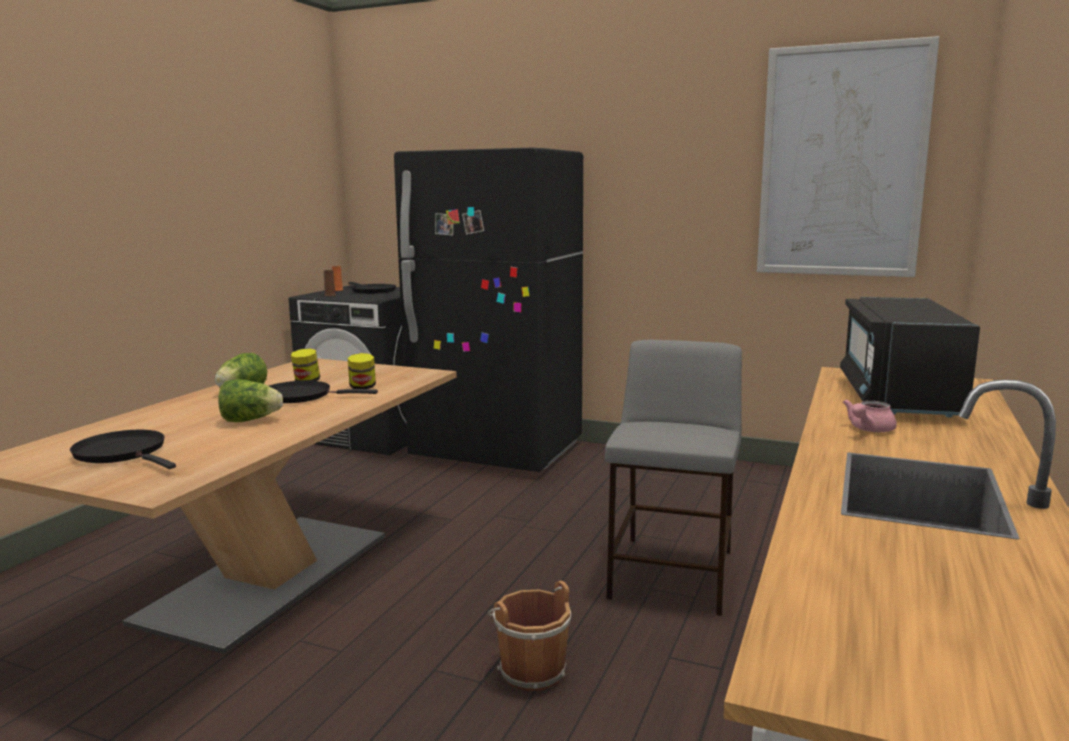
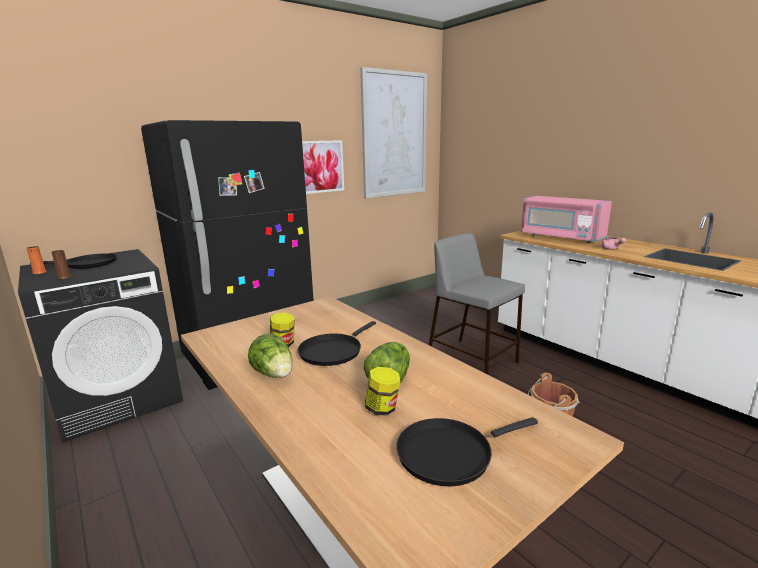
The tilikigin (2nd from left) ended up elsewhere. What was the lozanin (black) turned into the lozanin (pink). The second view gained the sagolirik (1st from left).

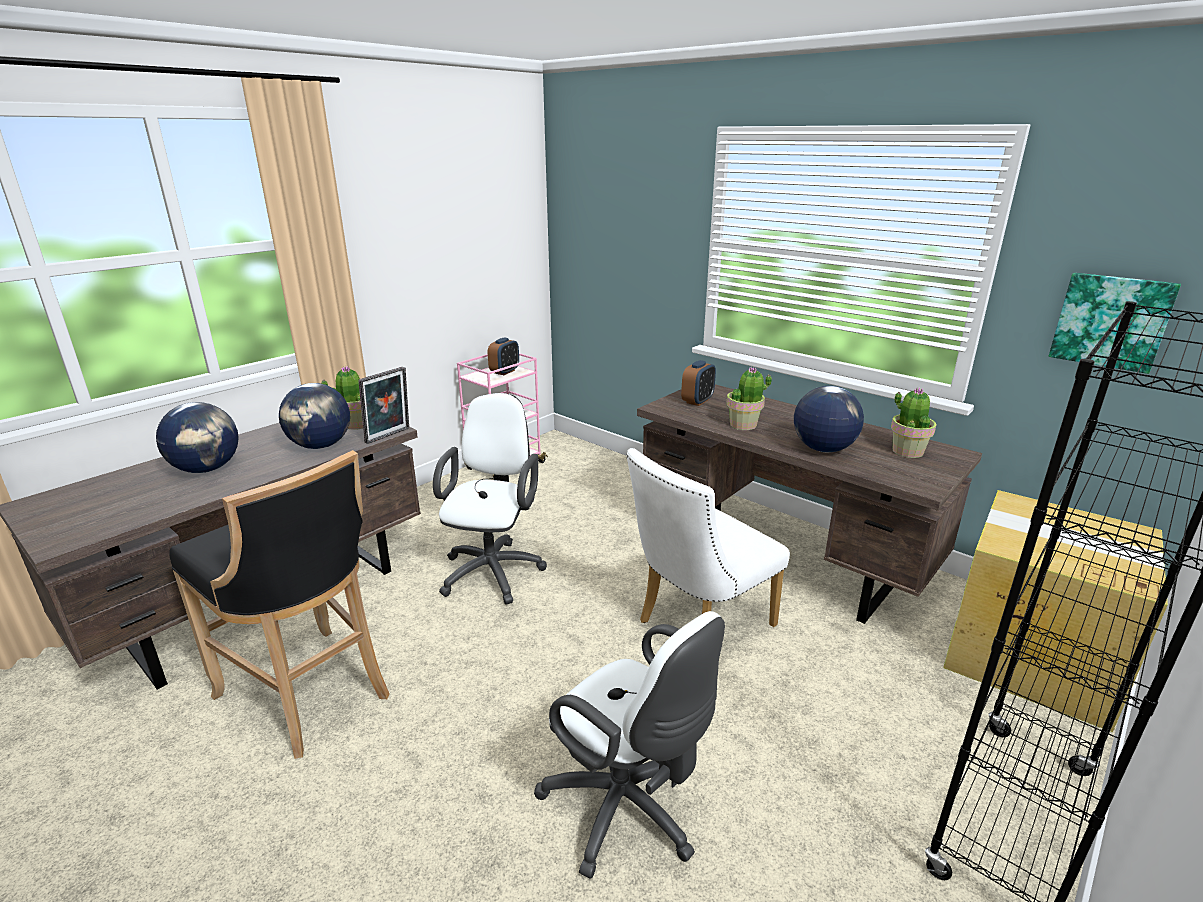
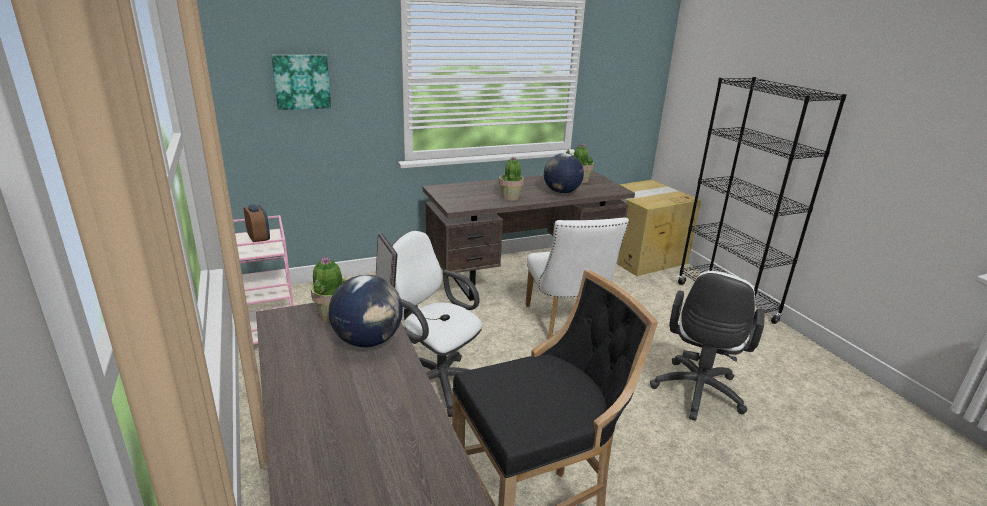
The second view lost the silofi (1st from left). The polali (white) (2nd from left) ended up facing another way, 135 degrees clockwise from before. The second view lost the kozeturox (2nd from left). The sagolirik ended up elsewhere.

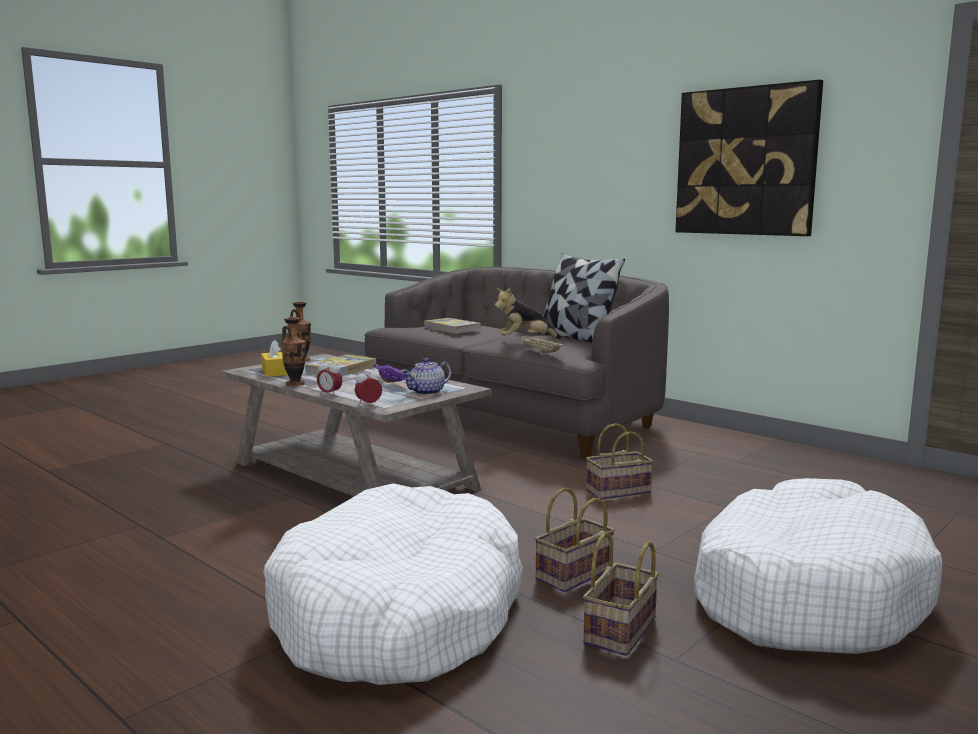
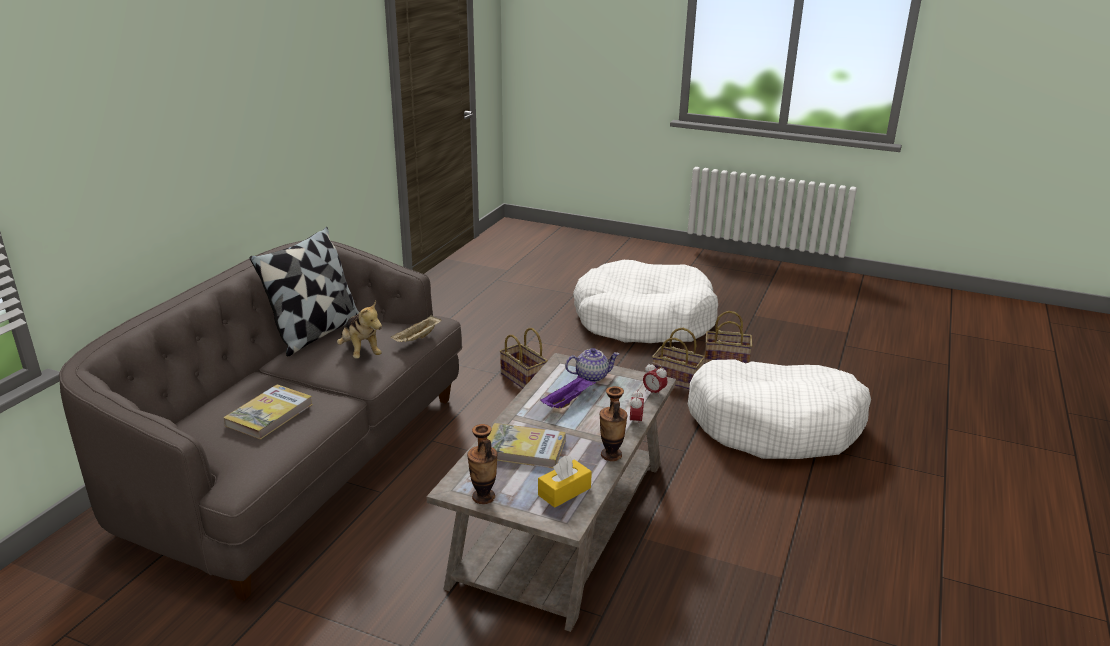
The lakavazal ended up facing another way, 45 degrees counterclockwise from before. The second view lost the sagolirik.

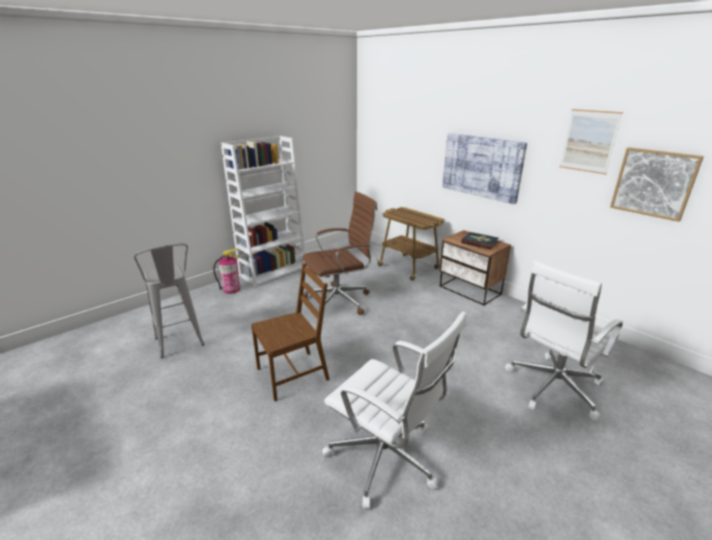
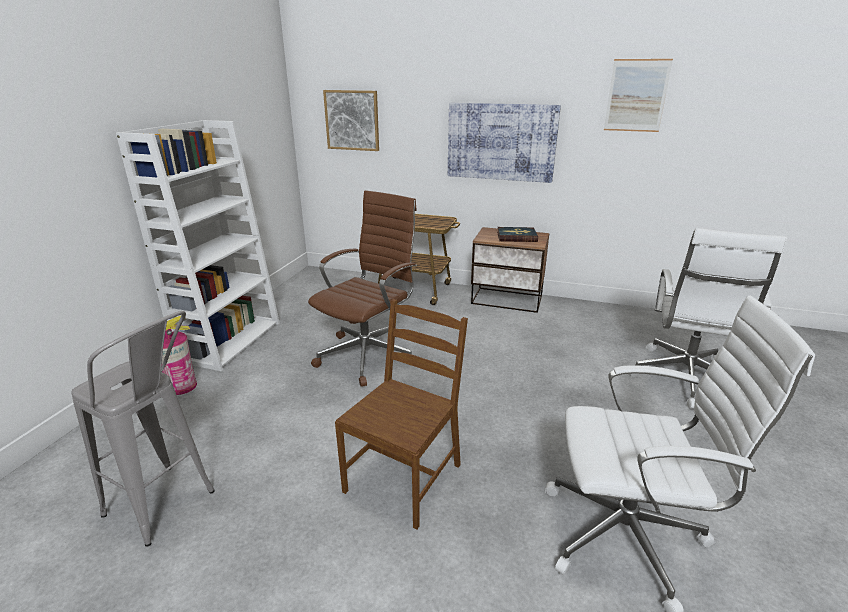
The sagolirik (3rd from left in the first image) ended up elsewhere.

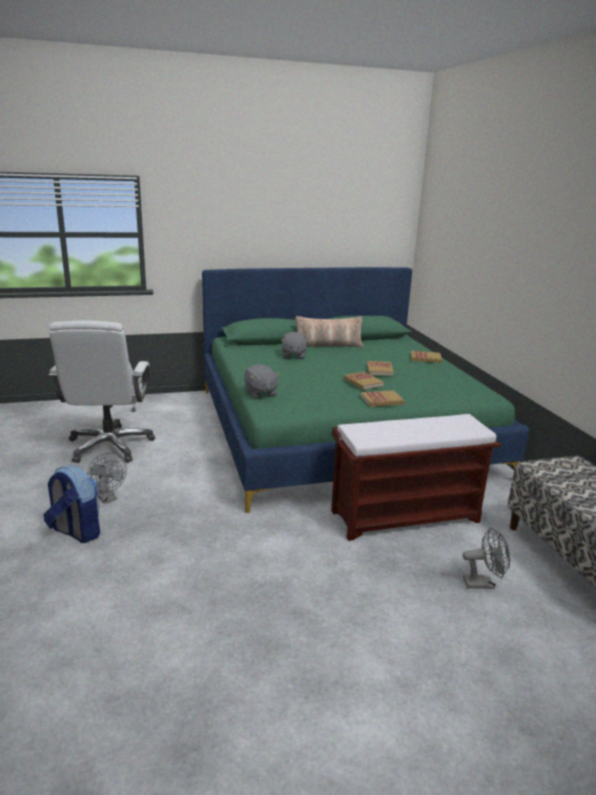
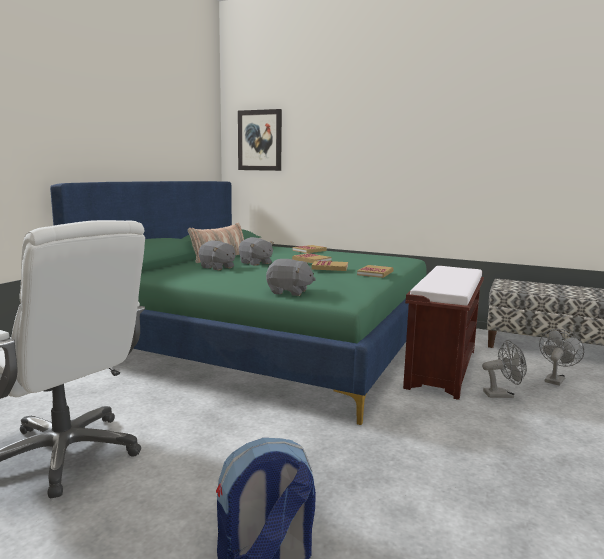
The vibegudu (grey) (1st from left) ended up elsewhere. The second view gained the sagolirik. The second view gained the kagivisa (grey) (2nd from left).

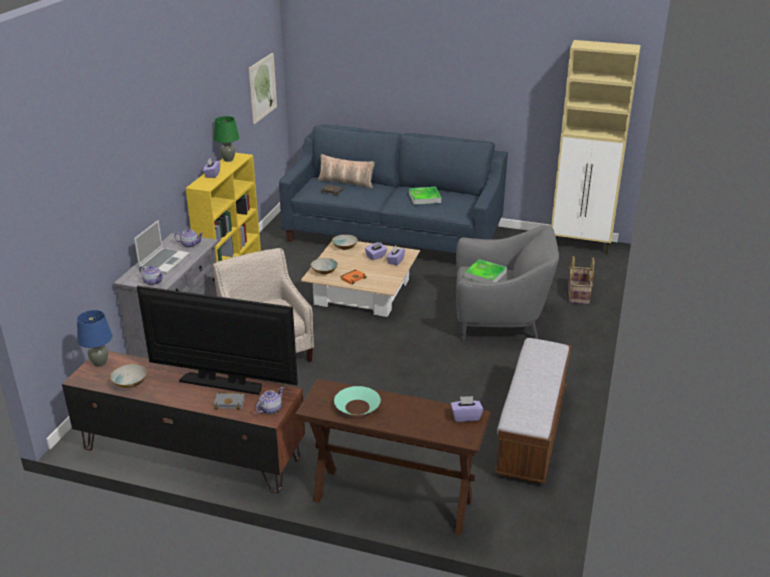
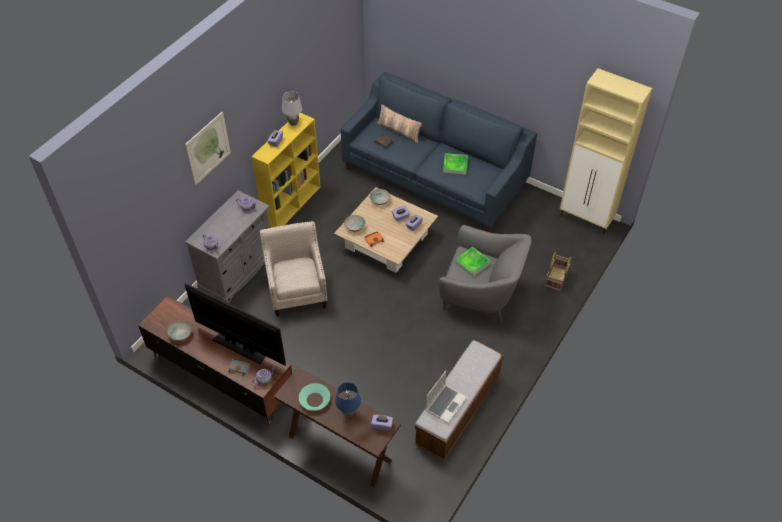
The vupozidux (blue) ended up elsewhere. The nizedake ended up elsewhere. What was the vupozidux (green) turned into the vupozidux (grey). The sagolirik ended up elsewhere.

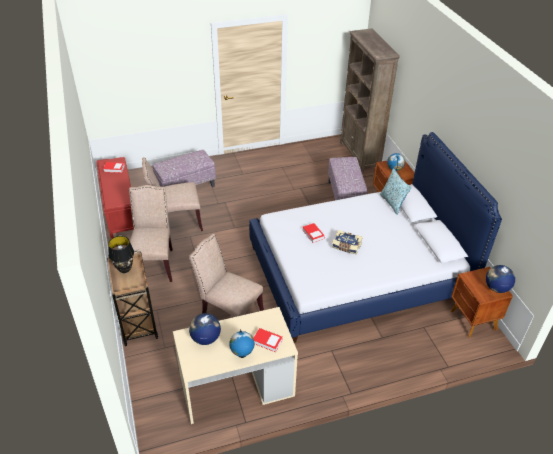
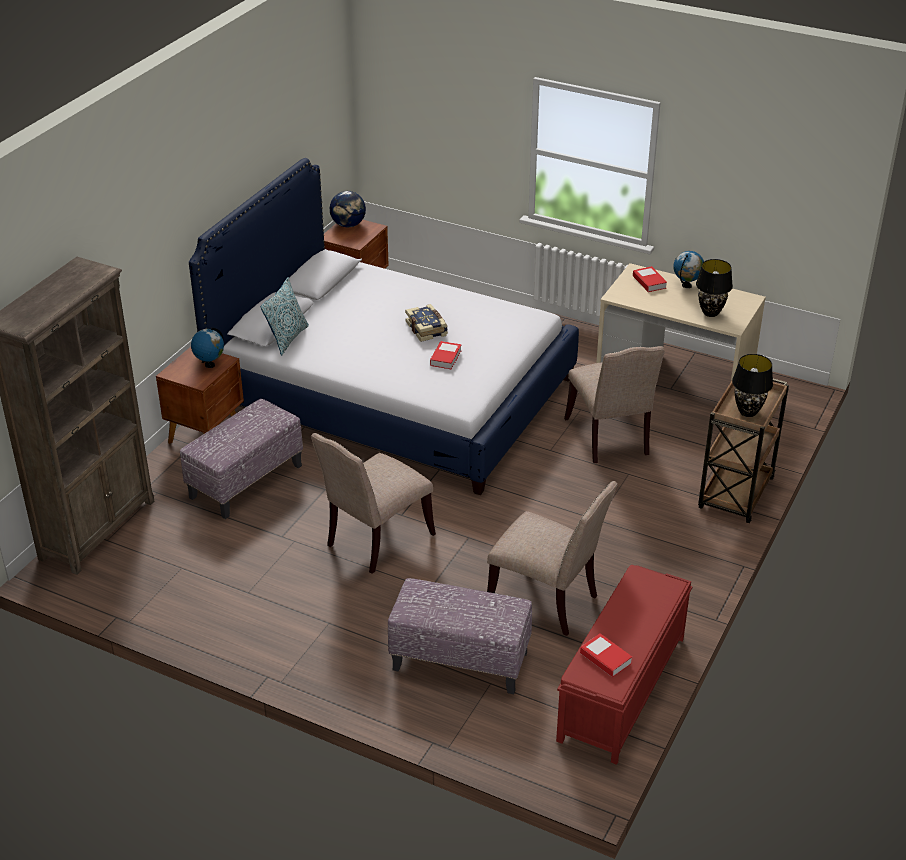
The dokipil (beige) (1st from left) ended up elsewhere. Where the silofi (1st from left) stood, the vupozidux (black) (1st from left) came to stand.

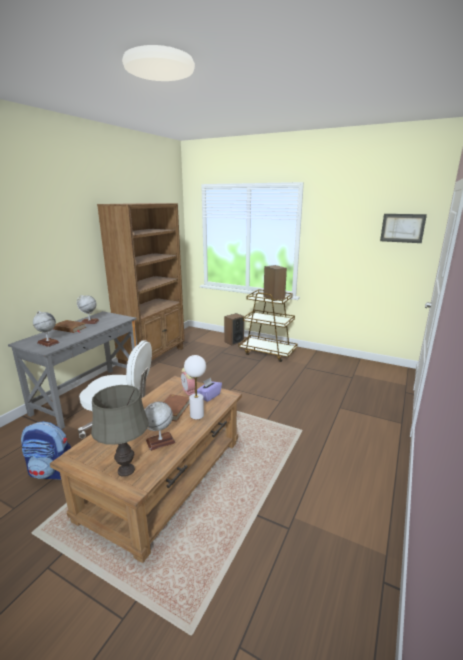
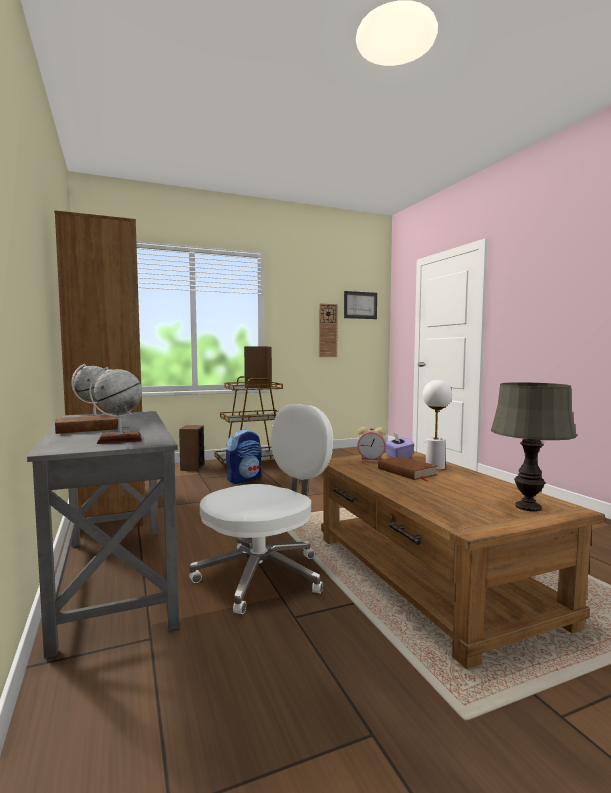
The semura ended up elsewhere. The second view lost the silofi (3rd from left). The second view gained the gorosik.

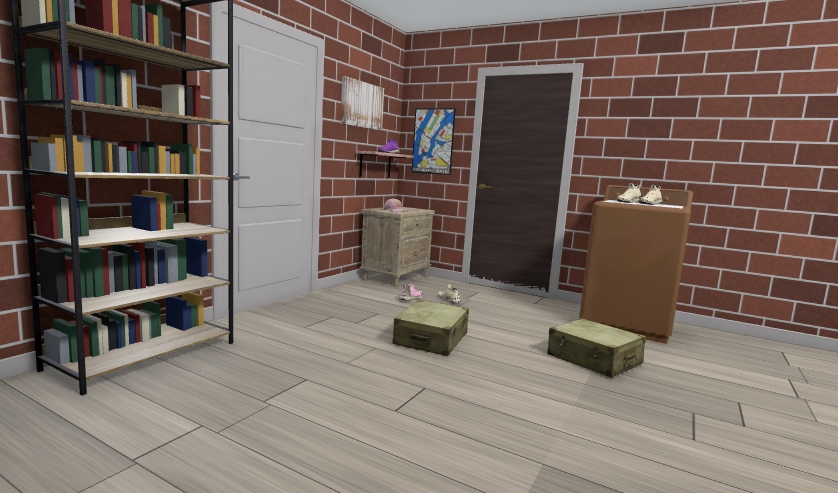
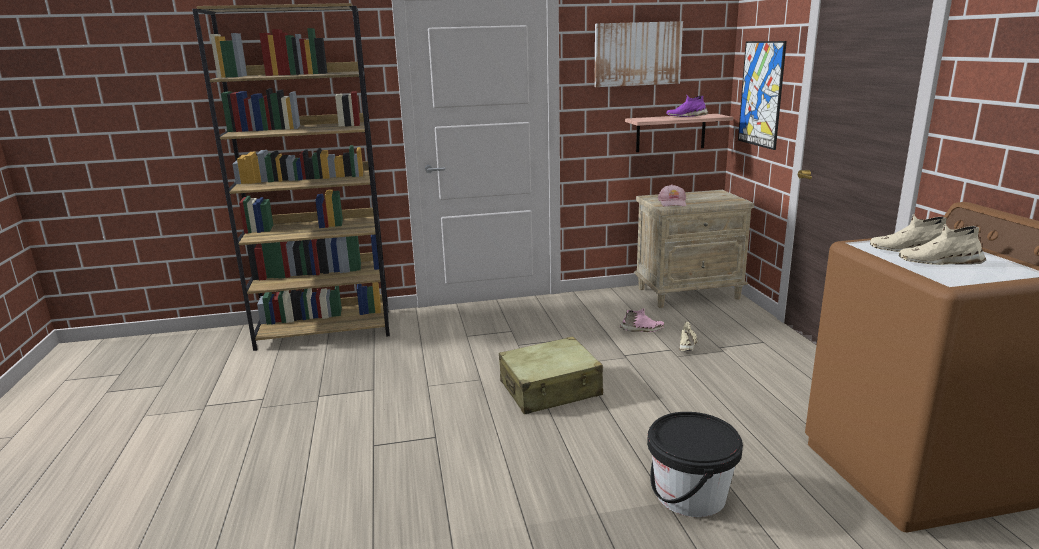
Where the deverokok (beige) (2nd from left) stood, the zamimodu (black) came to stand.

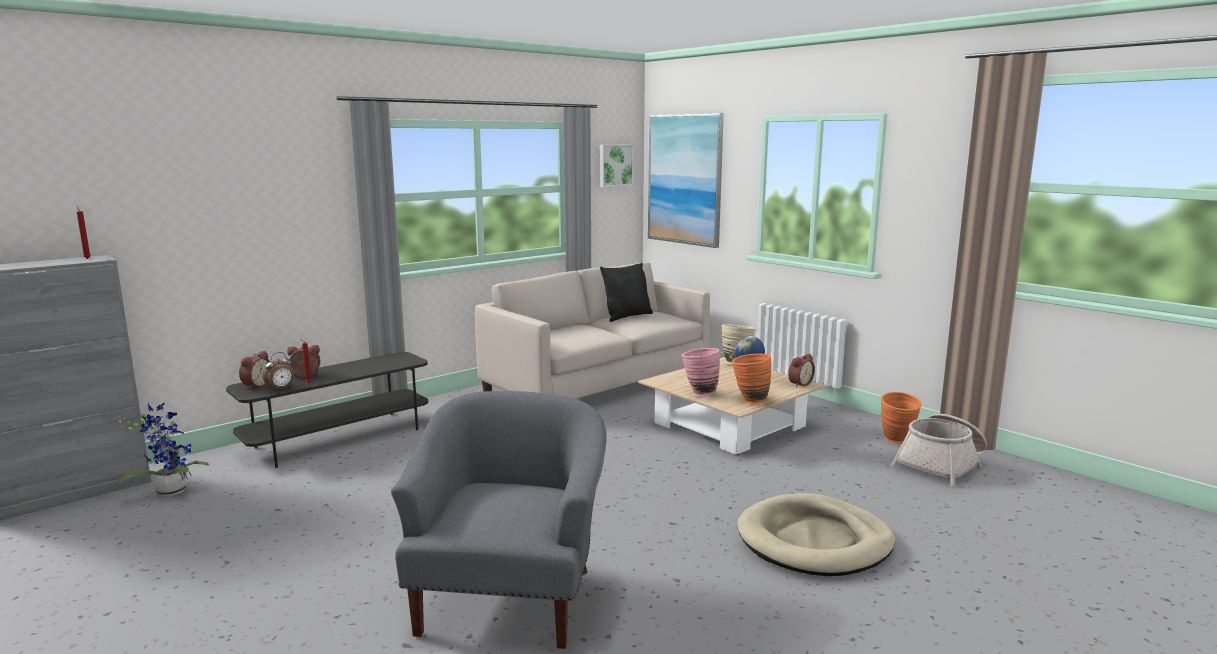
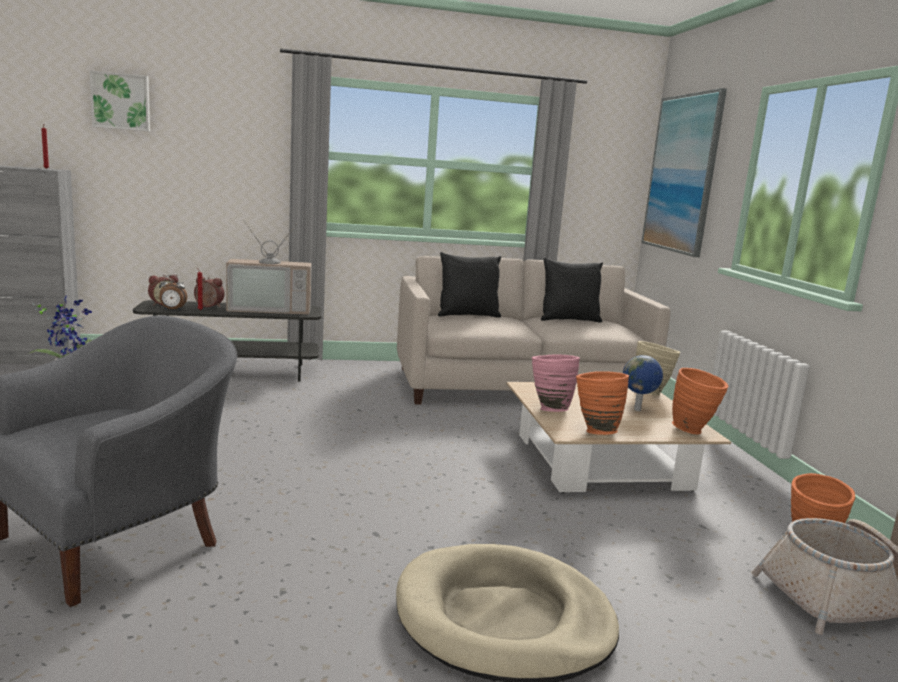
The sagolirik (1st from left) ended up elsewhere. Where the kozeturox (4th from left) stood, the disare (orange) (2nd from left) came to stand. The second view gained the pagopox. The second view gained the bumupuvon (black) (1st from left).

